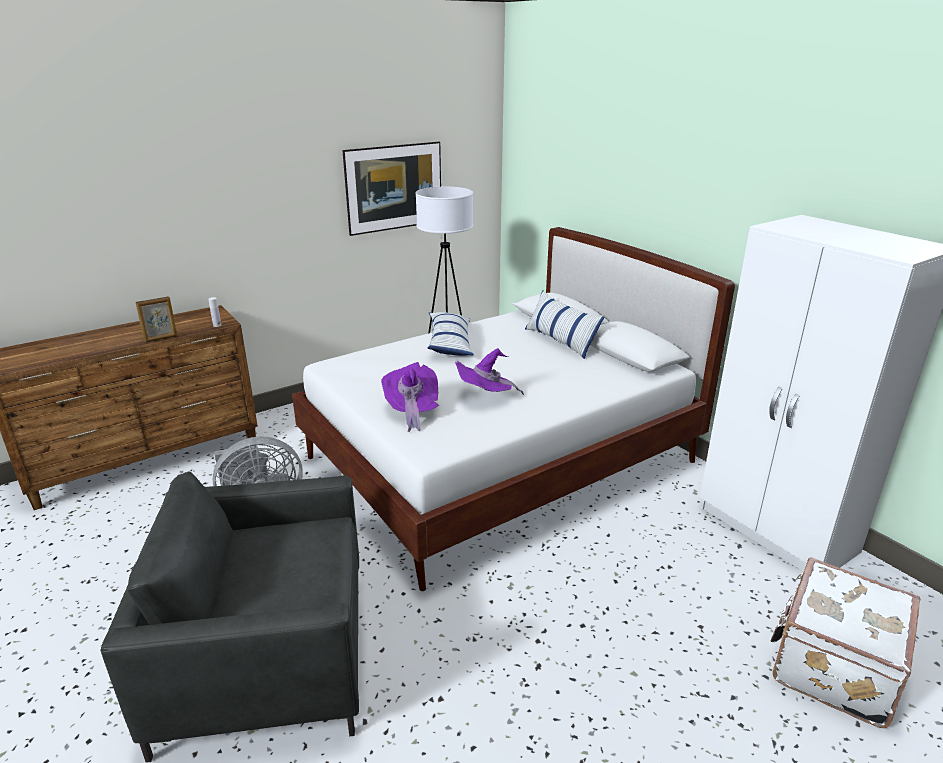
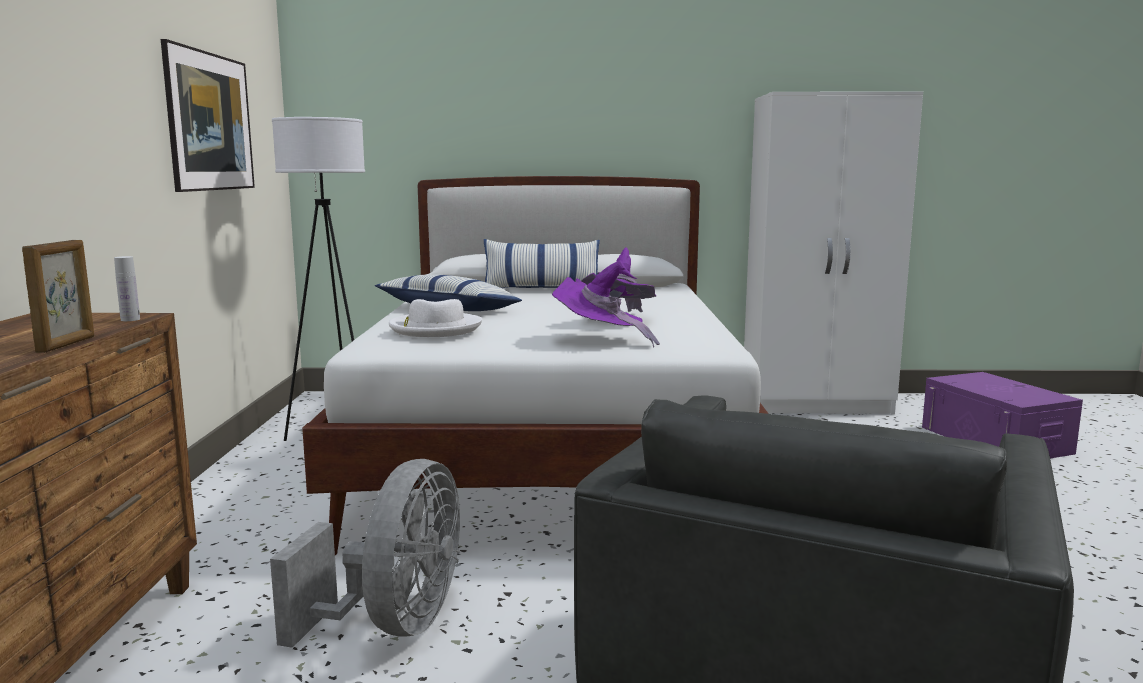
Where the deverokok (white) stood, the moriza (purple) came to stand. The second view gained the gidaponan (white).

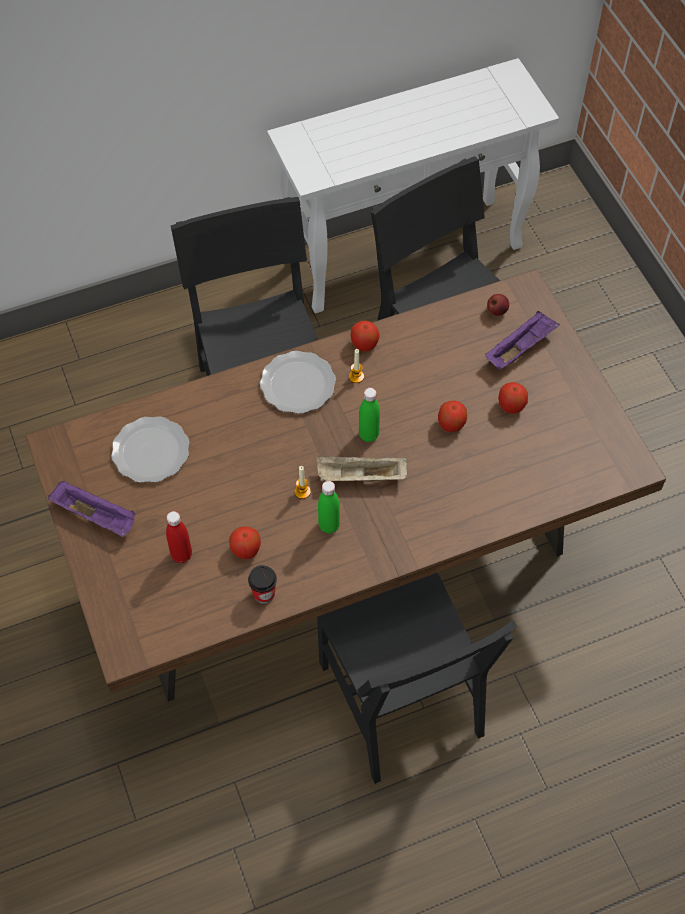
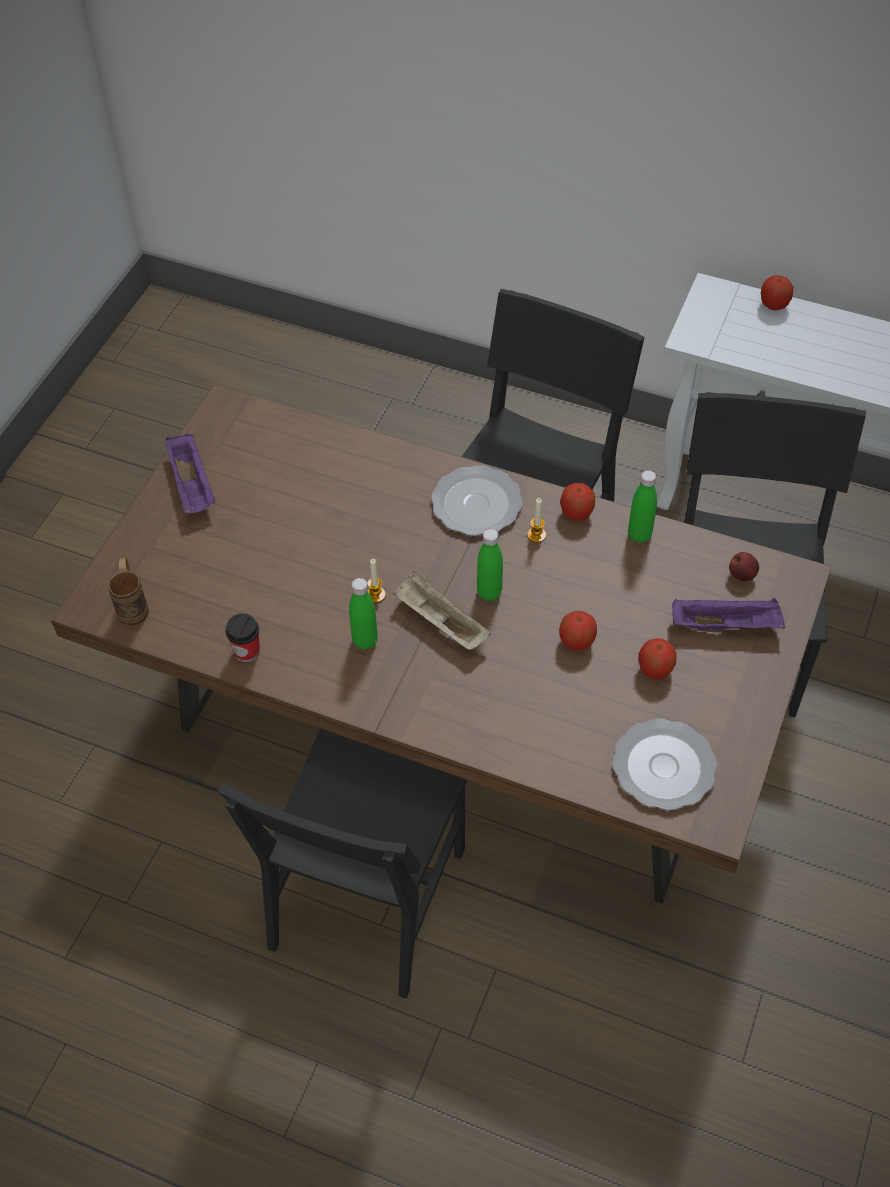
The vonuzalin (1st from left in the first image) ended up elsewhere. The second view lost the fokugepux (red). The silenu (1st from left in the first image) ended up elsewhere. The second view gained the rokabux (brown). The second view gained the fokugepux (green) (3rd from left).

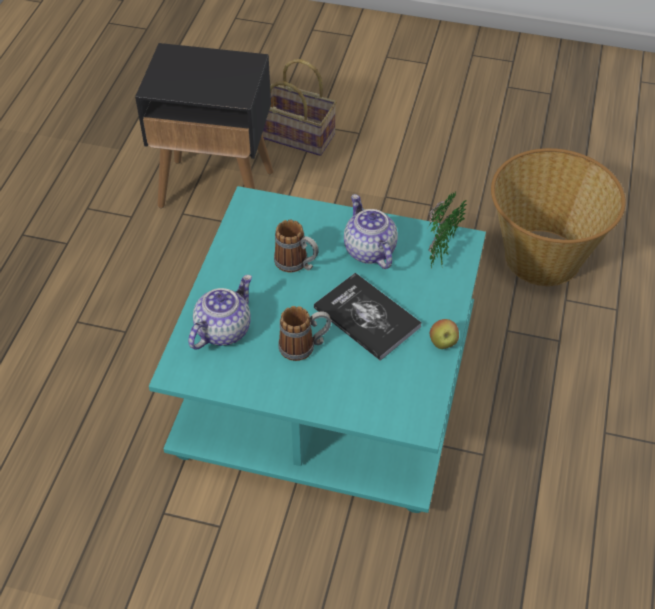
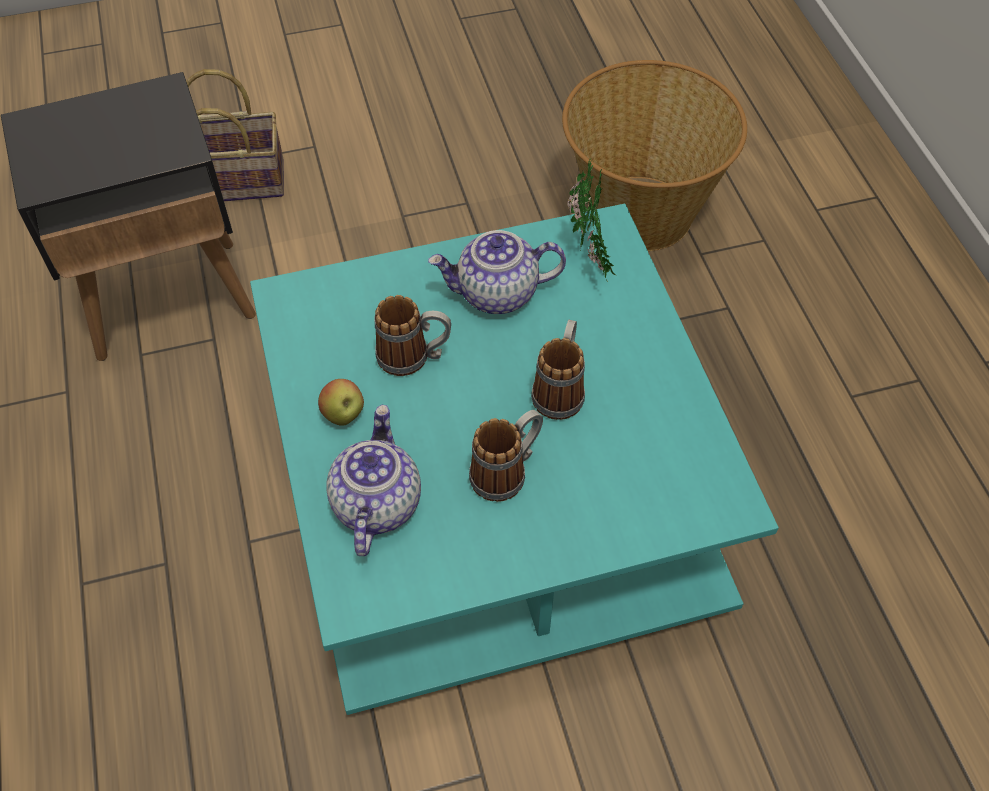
Where the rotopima stood, the rokabux (3rd from left) came to stand. The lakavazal (2nd from left) ended up facing another way, 45 degrees counterclockwise from before. The silenu ended up elsewhere.

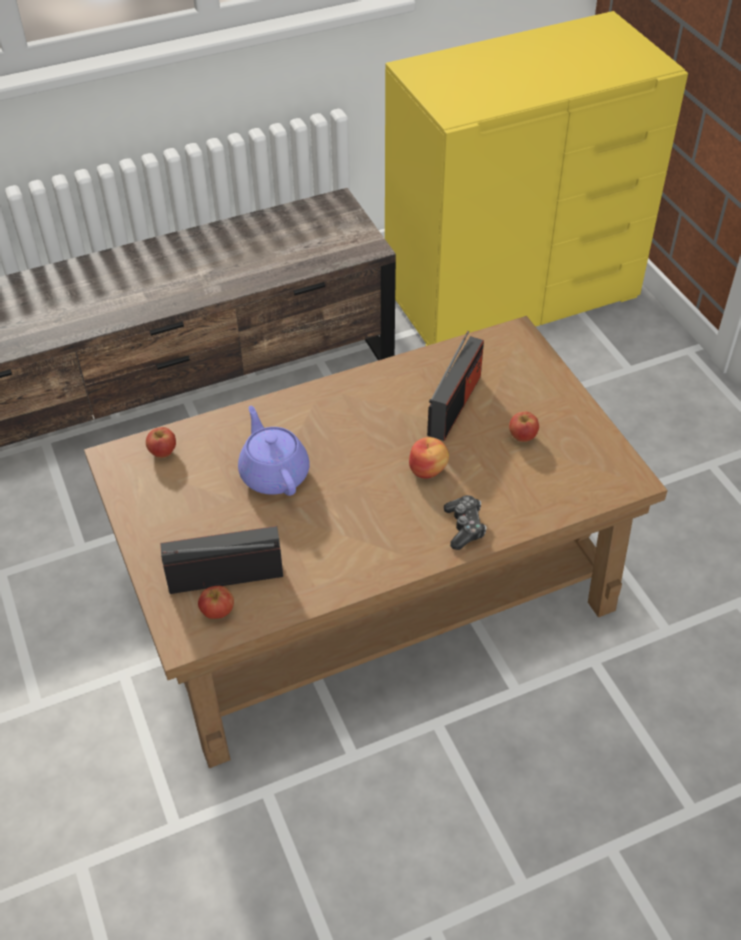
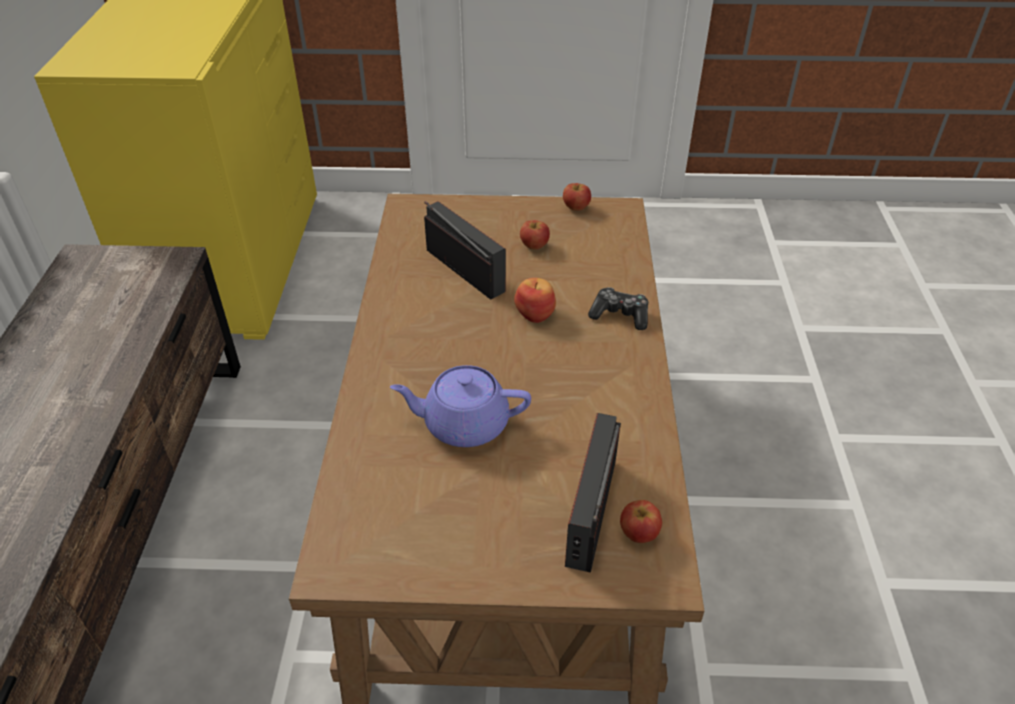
The silenu (1st from left in the first image) ended up elsewhere.

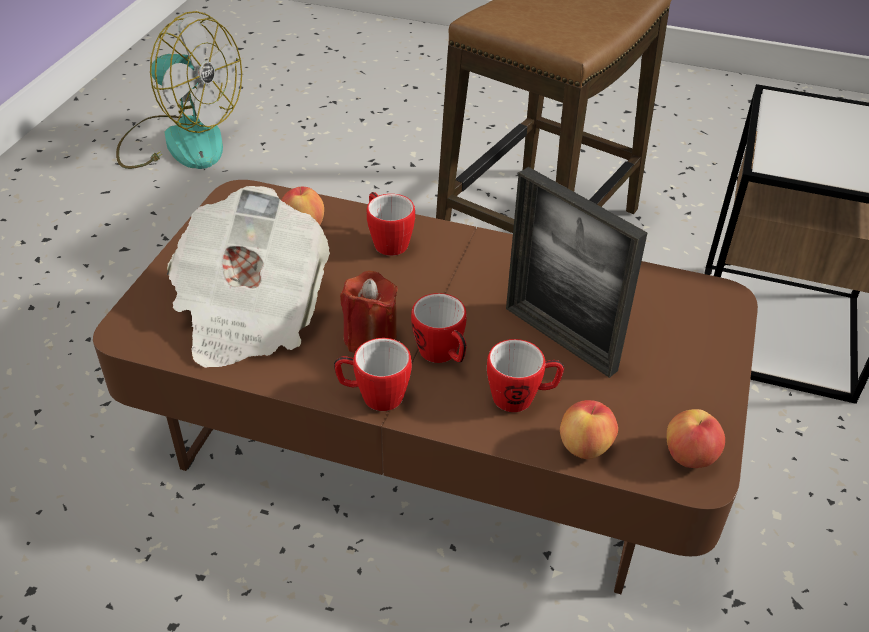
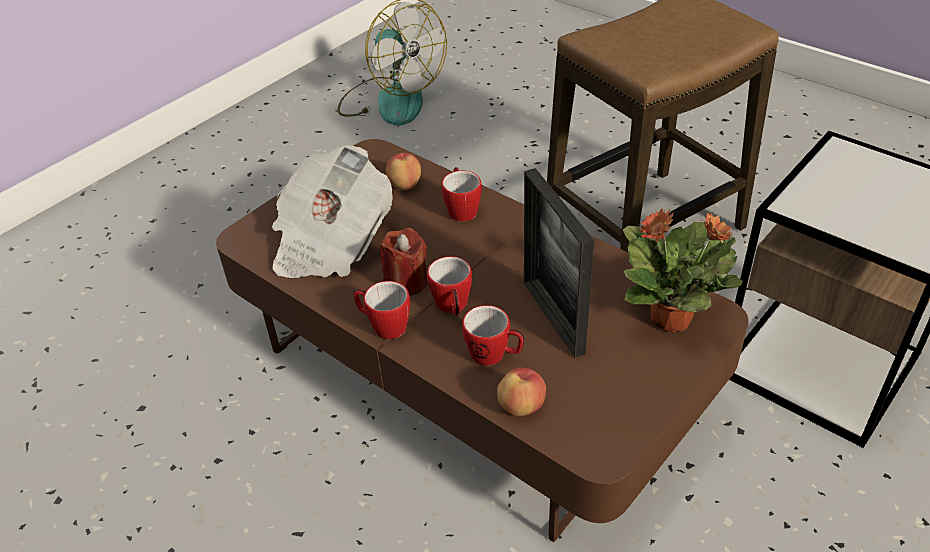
The second view lost the silenu (3rd from left). The second view gained the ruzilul.

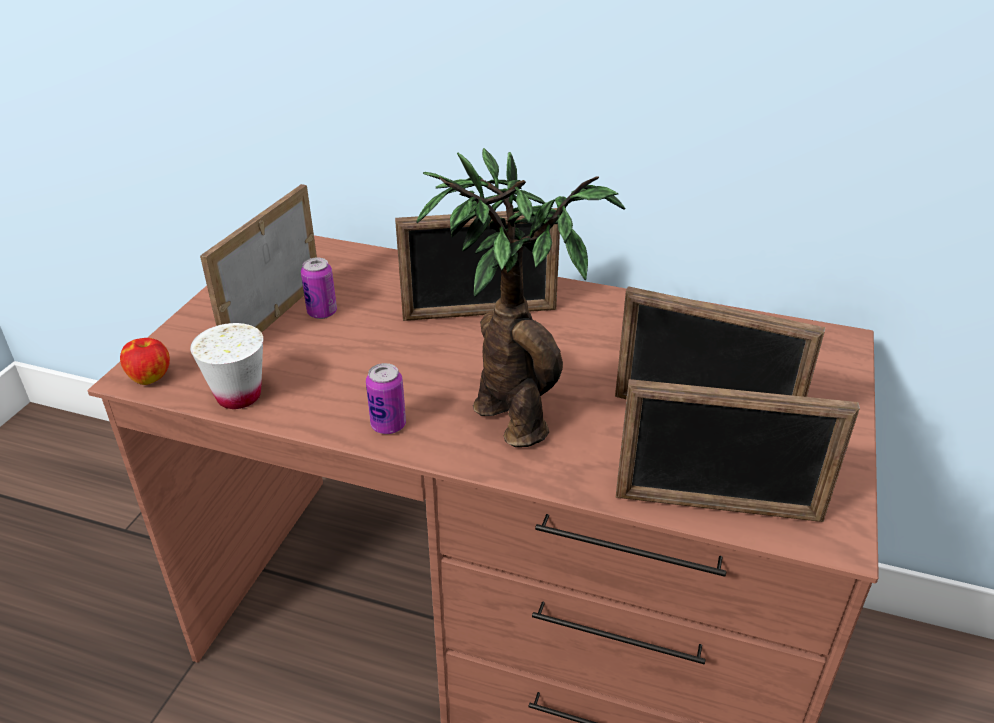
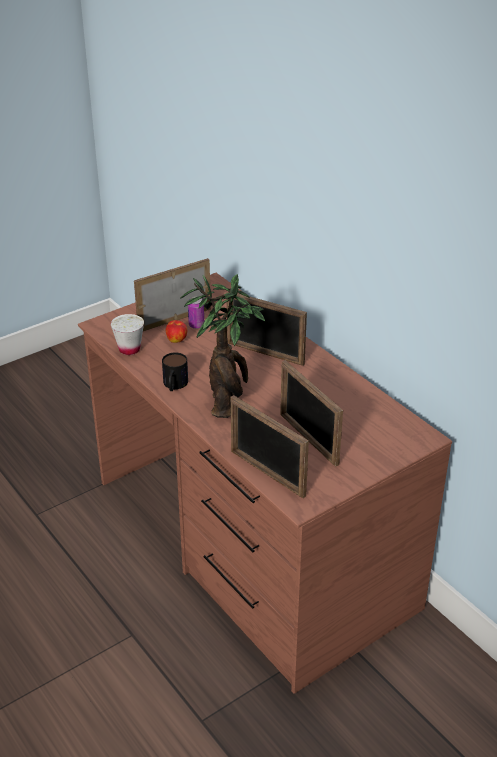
The silenu ended up elsewhere. Where the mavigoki (2nd from left) stood, the rokabux came to stand.

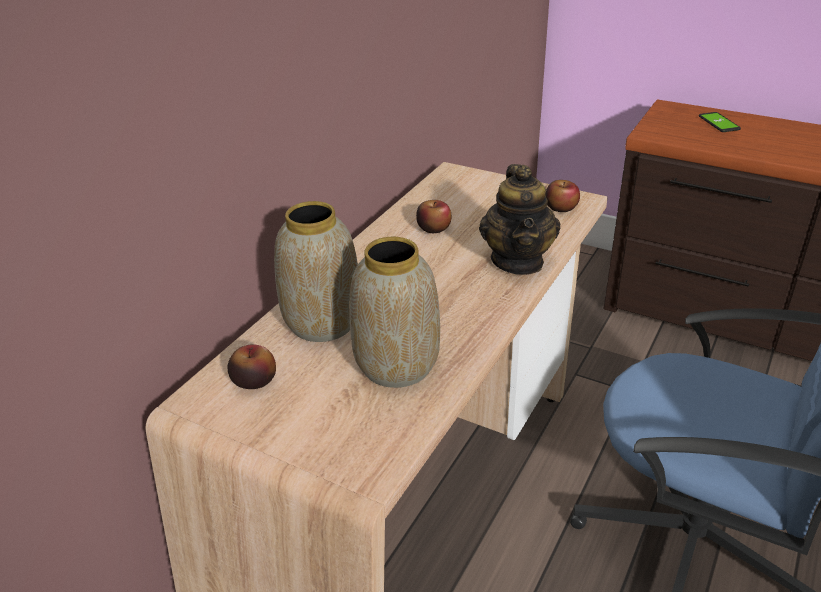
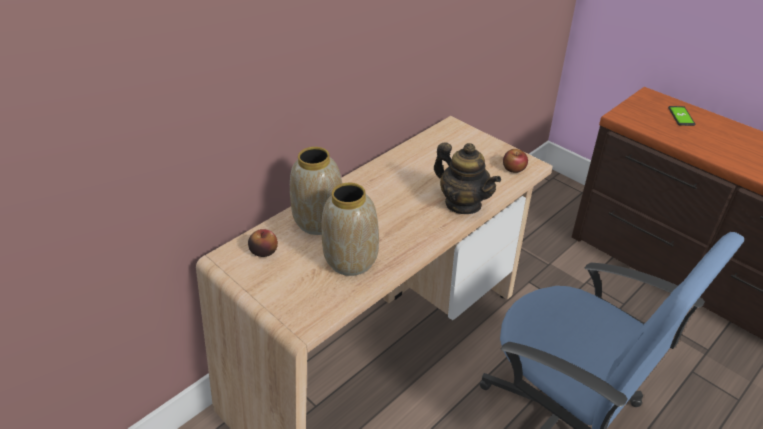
The second view lost the silenu (2nd from left). The lakavazal ended up facing another way, 60 degrees counterclockwise from before.

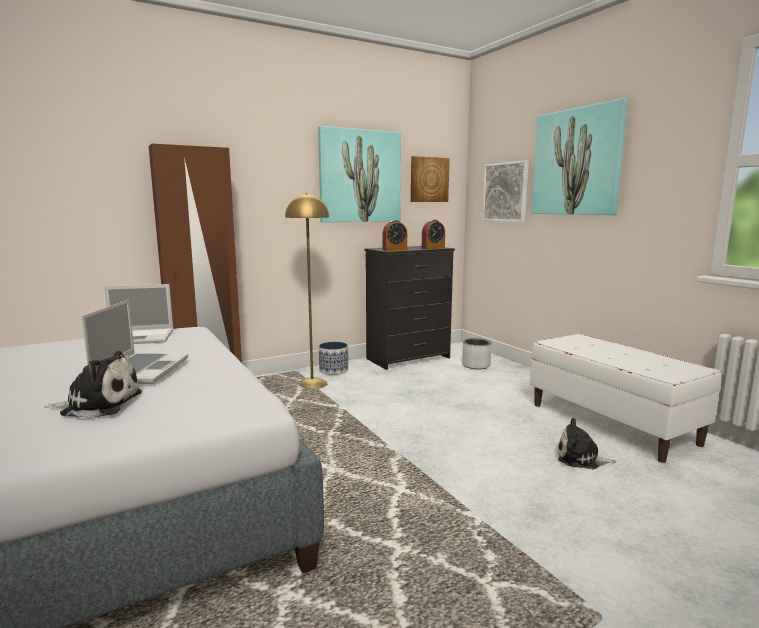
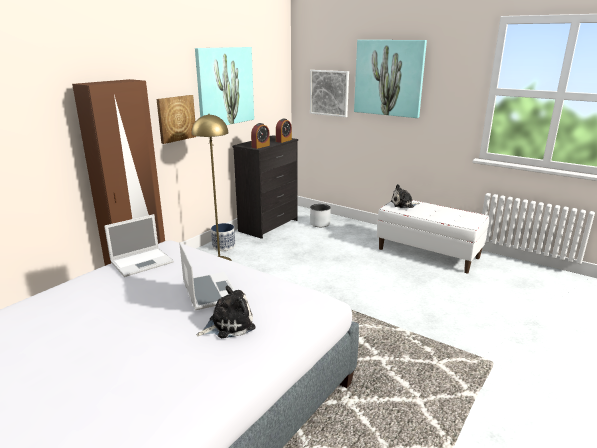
The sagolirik (2nd from left in the first image) ended up elsewhere. The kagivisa (2nd from left) ended up elsewhere.

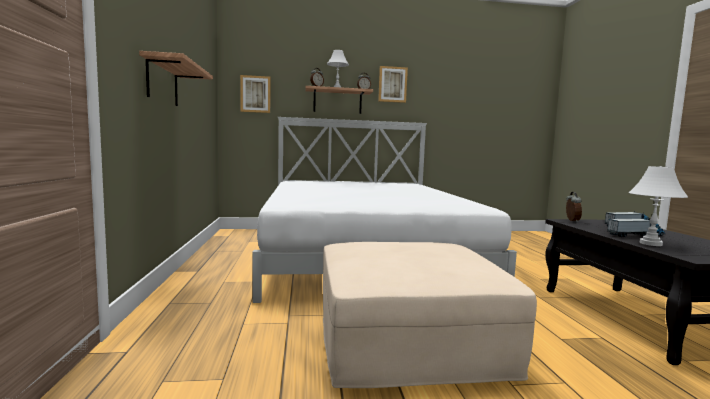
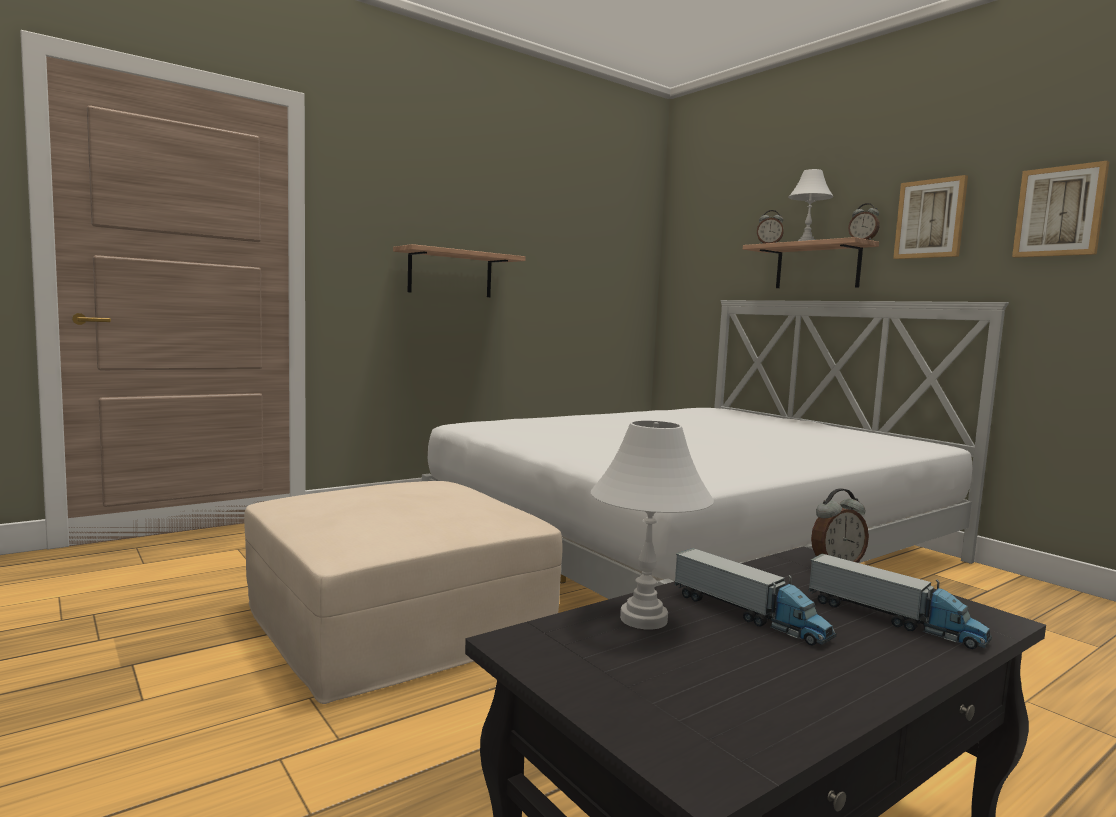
The sagolirik (1st from left in the first image) ended up elsewhere.

